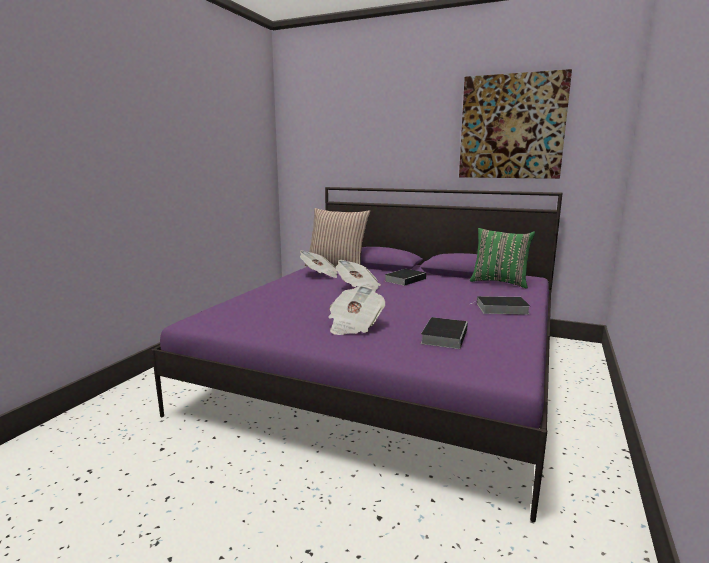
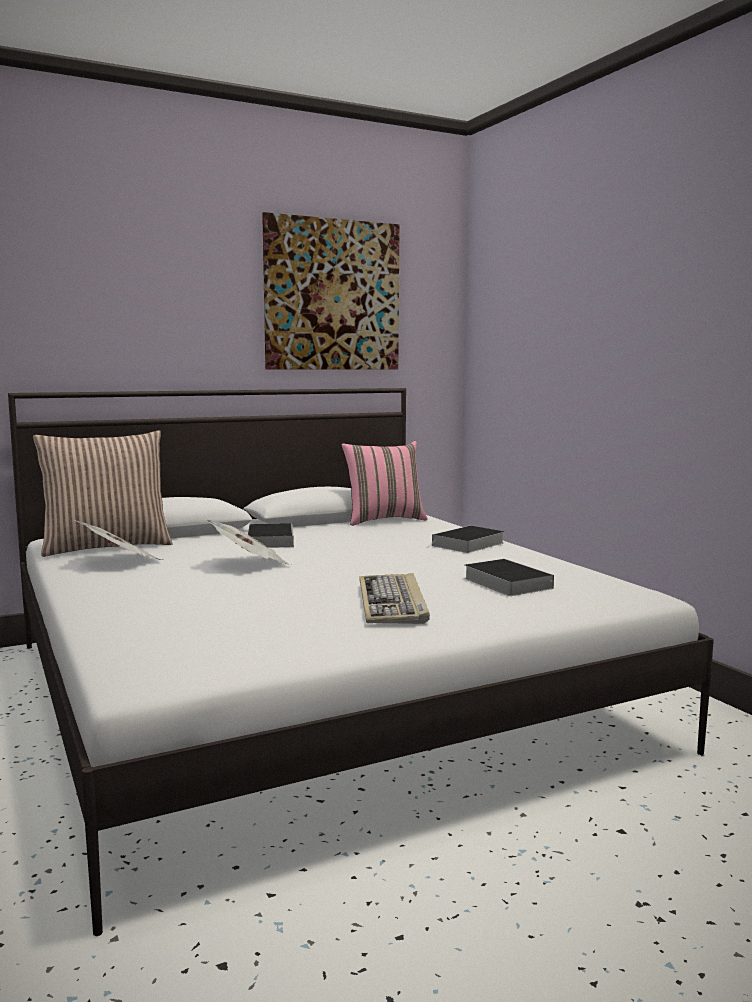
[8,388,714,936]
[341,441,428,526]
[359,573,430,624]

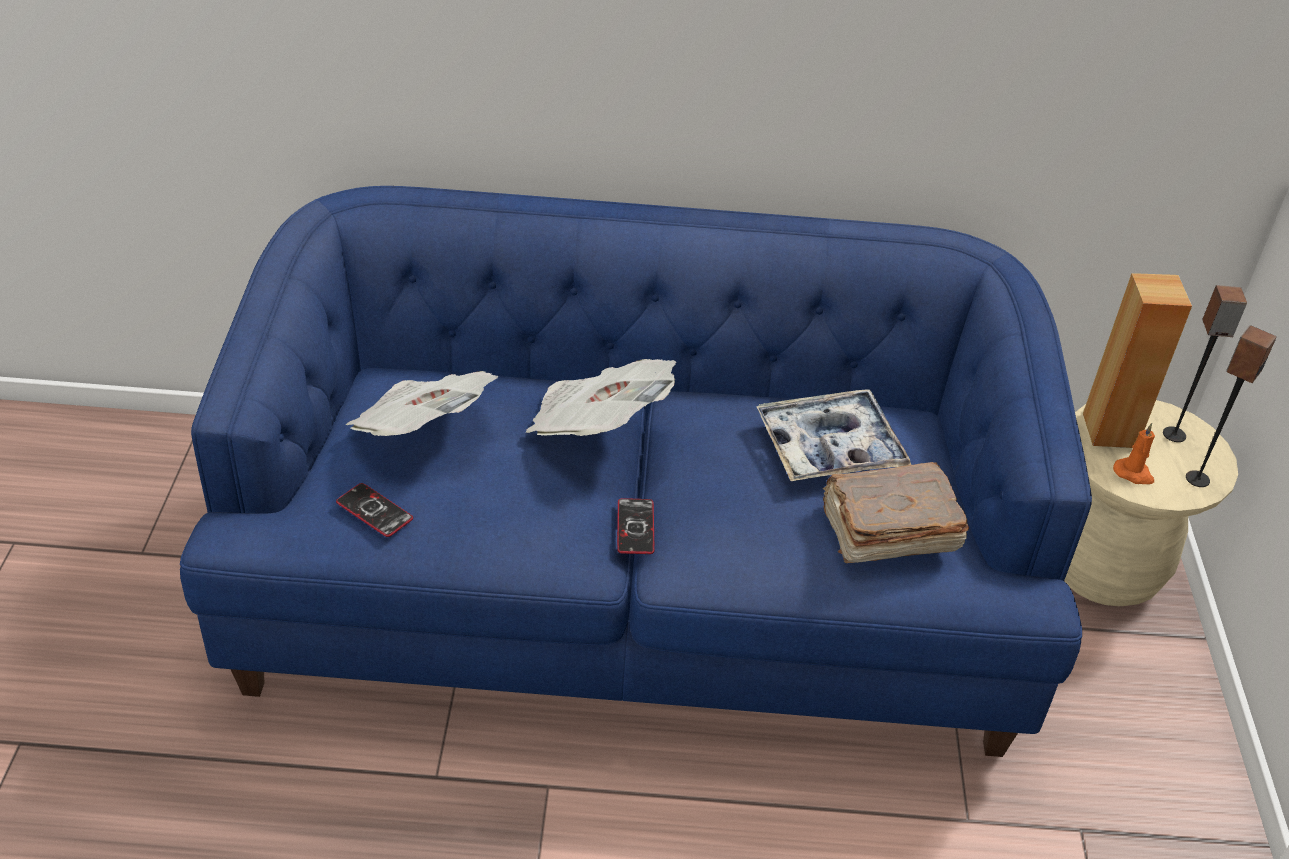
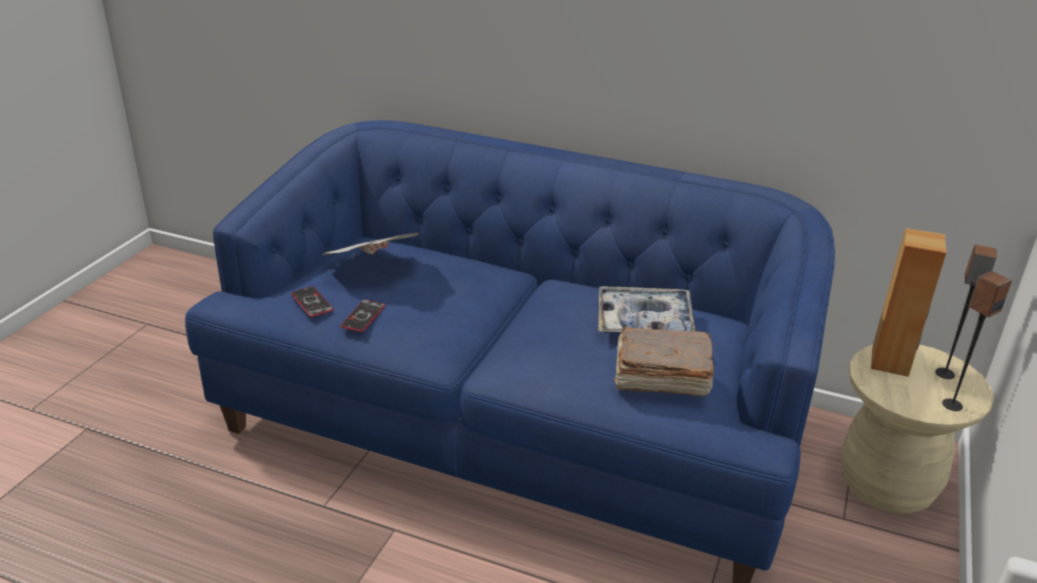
[340,300,385,332]
[525,359,677,436] (first image)
[1113,423,1155,484] (first image)

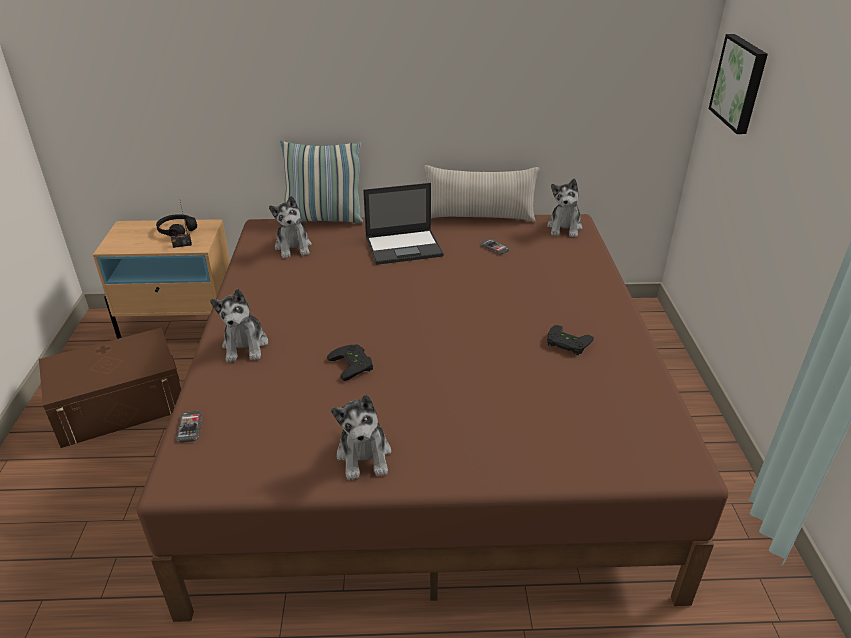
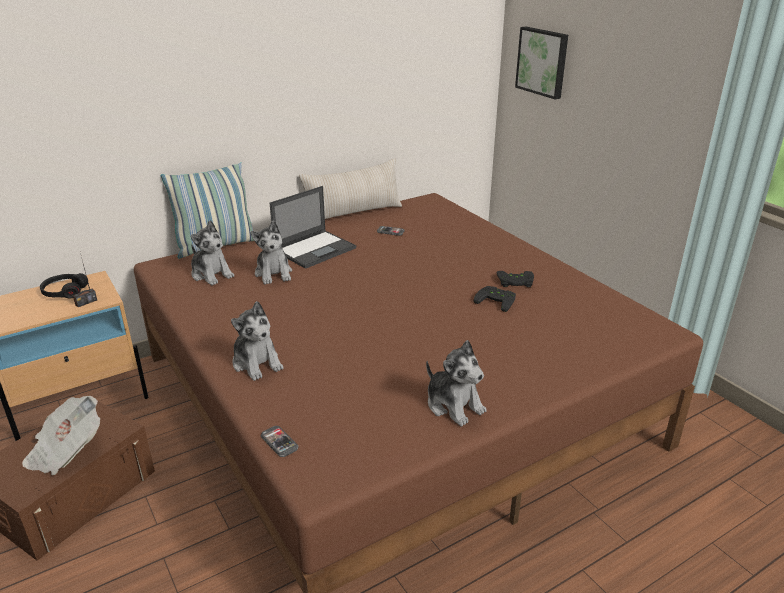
[22,396,100,475]
[250,221,292,285]
[474,286,516,312]

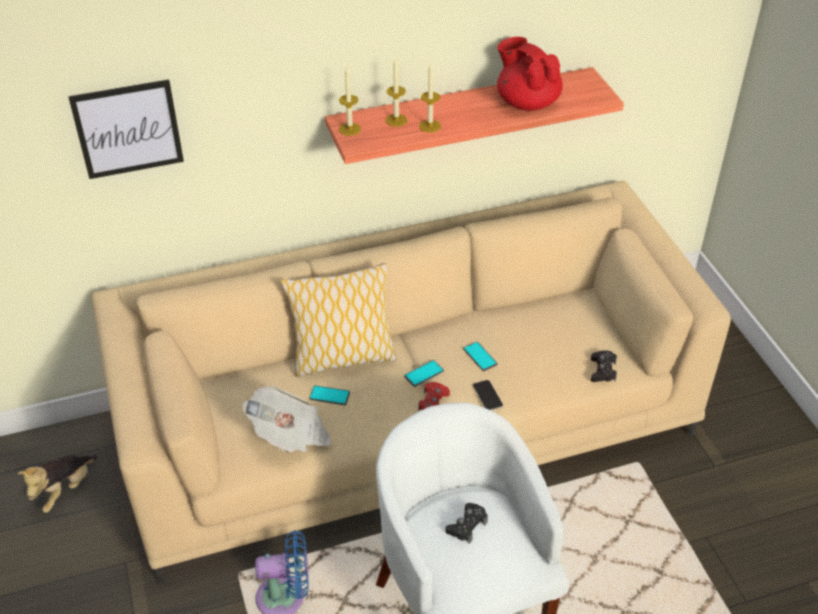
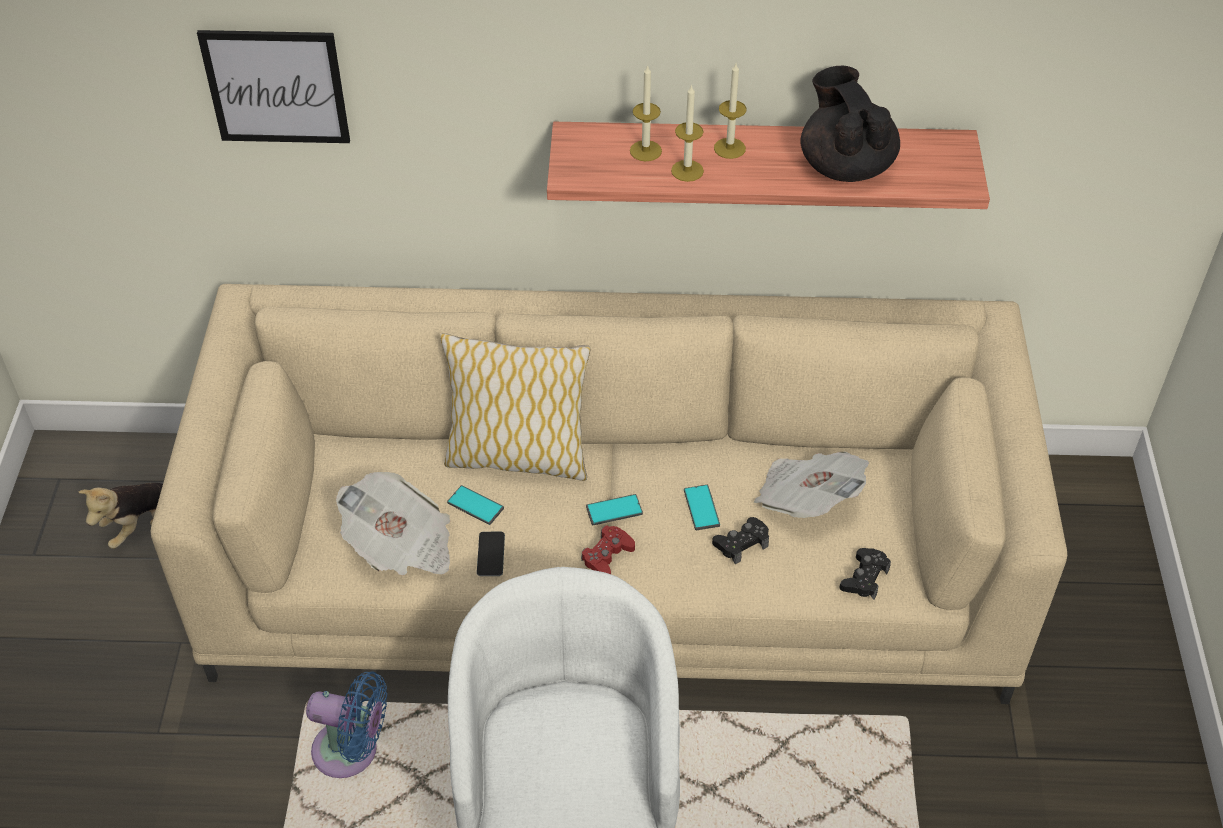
[477,532,505,576]
[712,517,769,564]
[714,63,747,159]
[754,452,869,518]
[801,65,900,182]

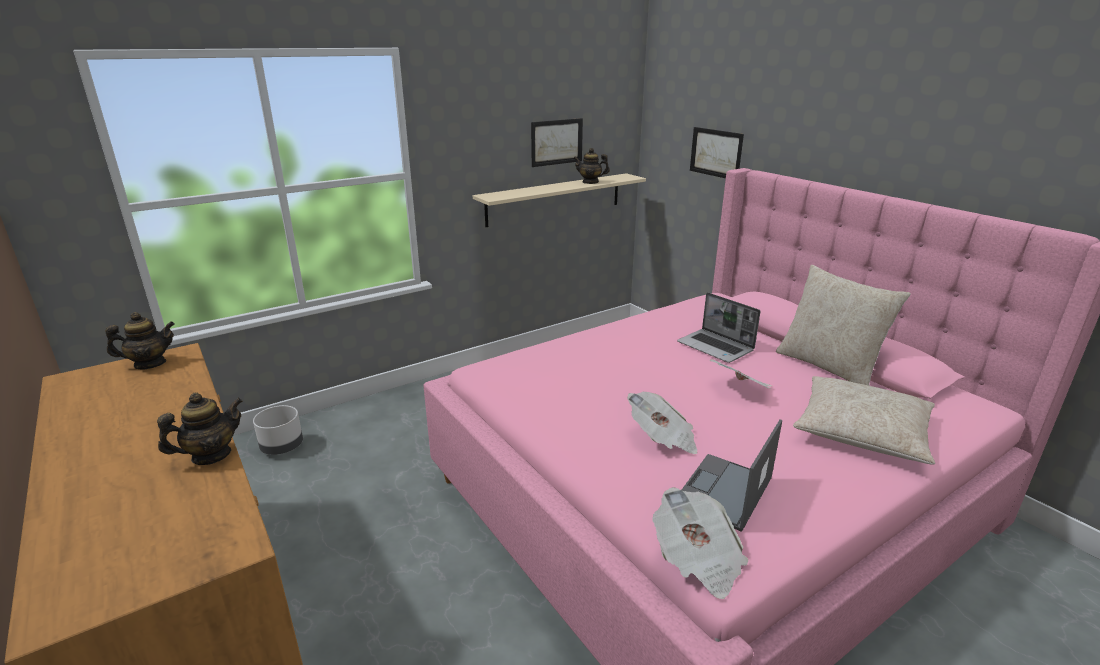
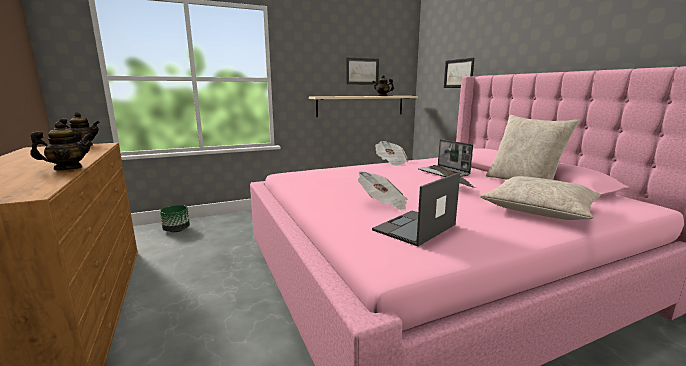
[160,205,190,232]
[375,141,408,166]

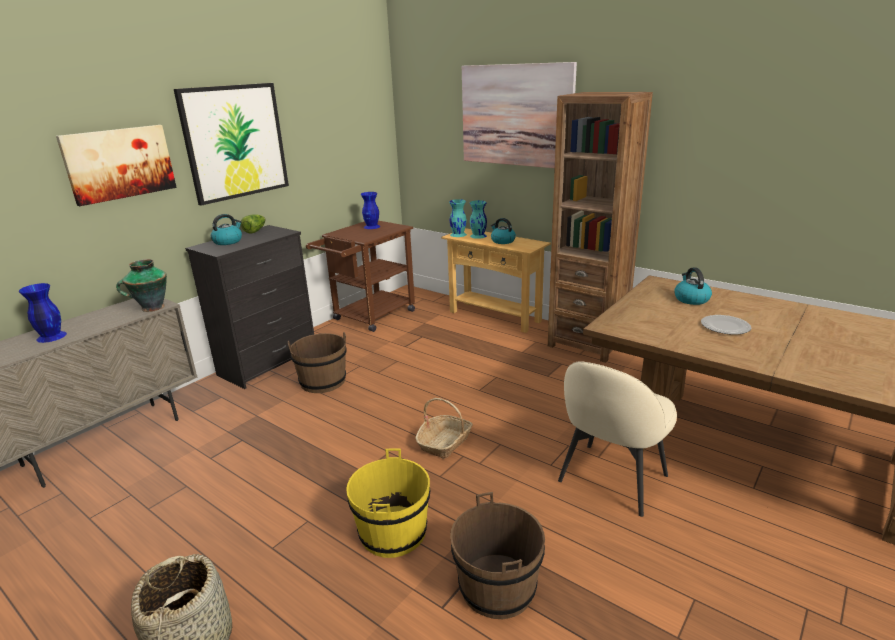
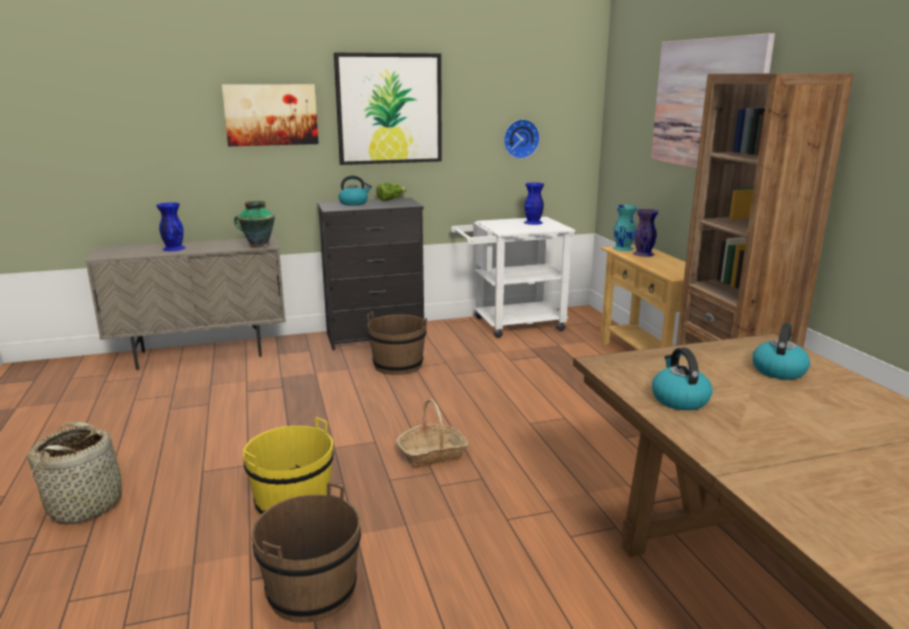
[451,217,575,338]
[504,119,540,159]
[633,209,659,257]
[652,347,712,410]
[558,361,677,517] (first image)
[701,315,751,335] (first image)

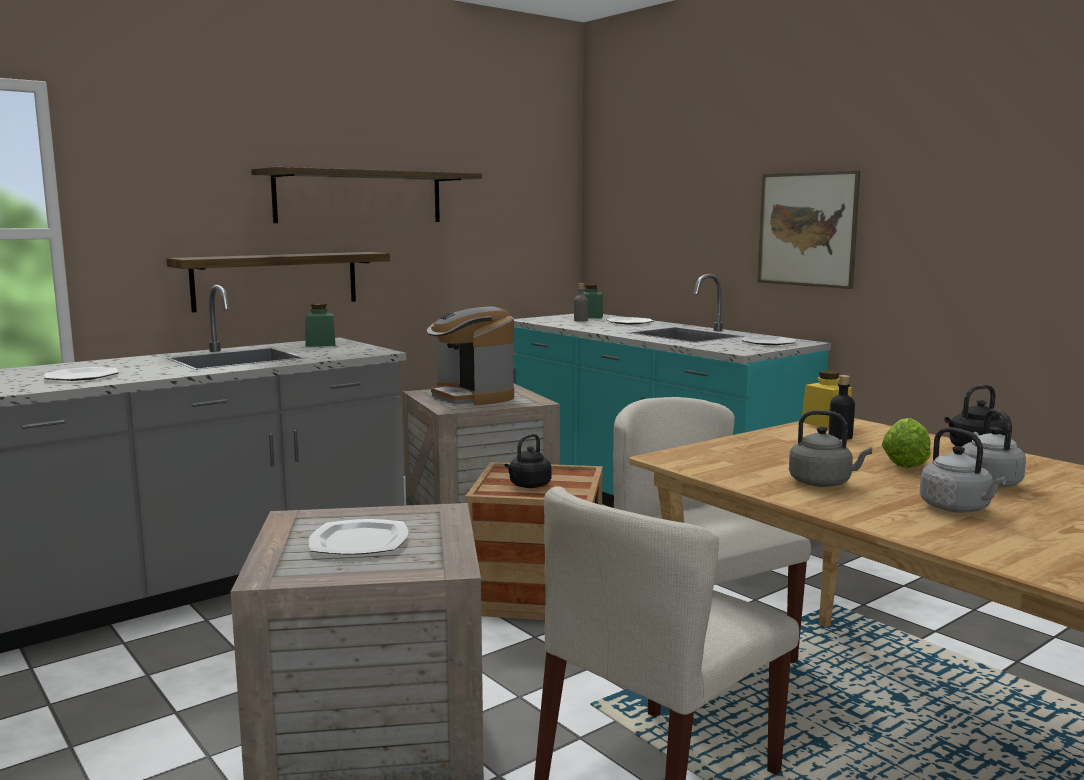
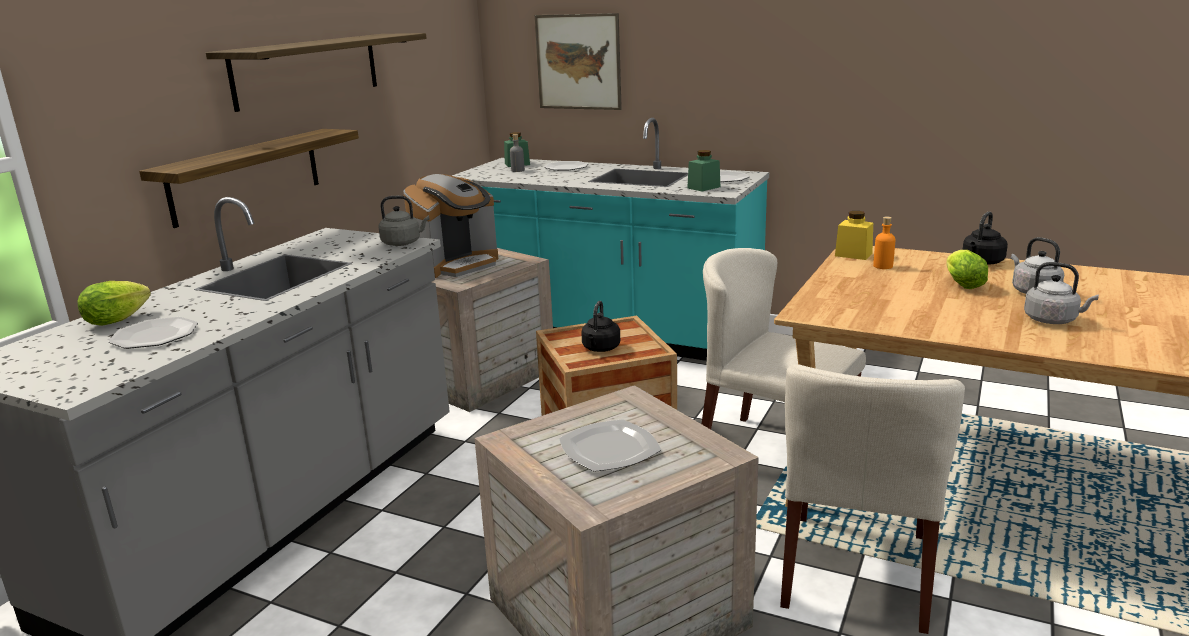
[78,281,151,326]
[378,196,429,246]
[403,174,498,278]
[535,13,622,110]
[687,150,720,191]
[873,216,896,269]

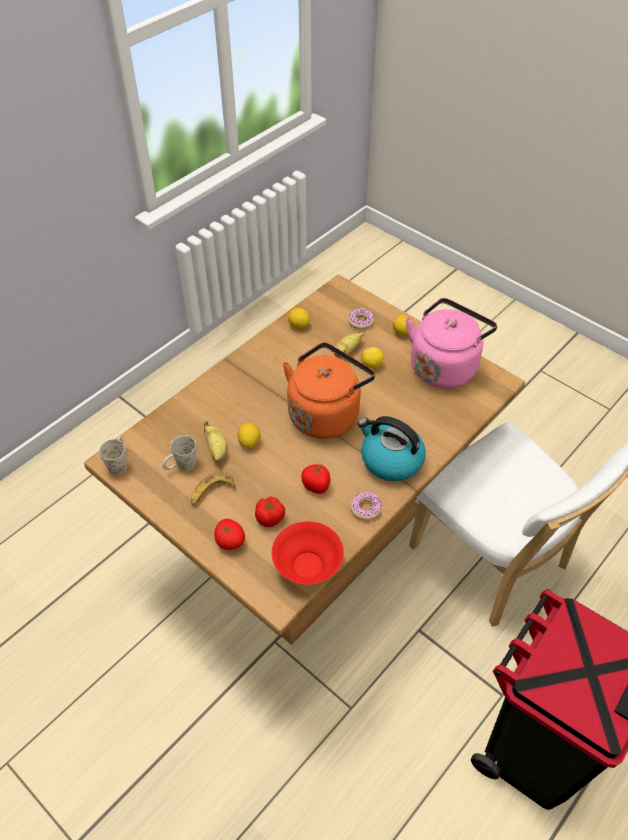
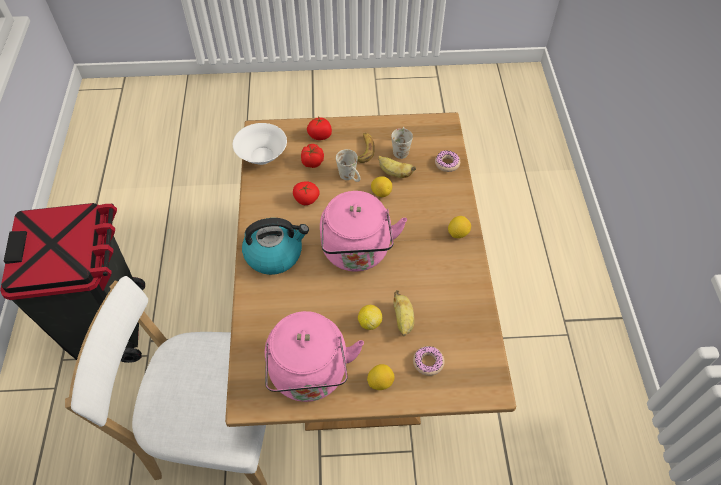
[233,123,287,165]
[320,191,407,272]
[336,149,360,182]
[435,150,460,172]
[448,216,471,238]

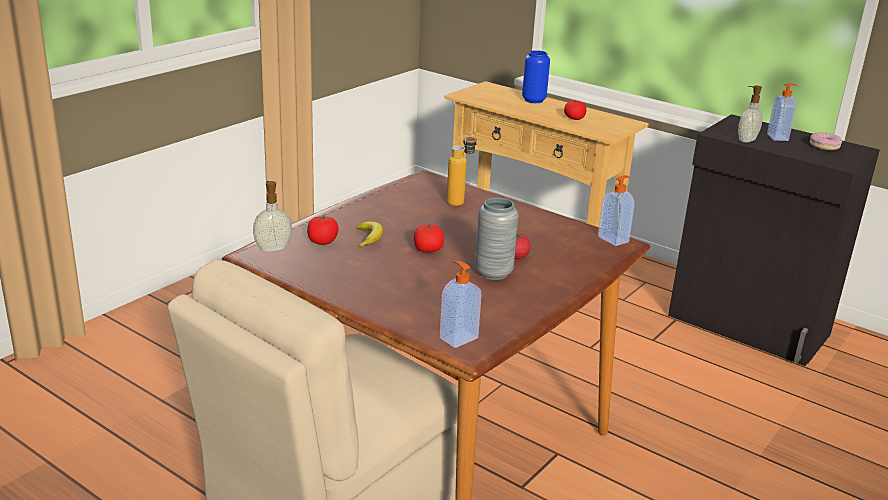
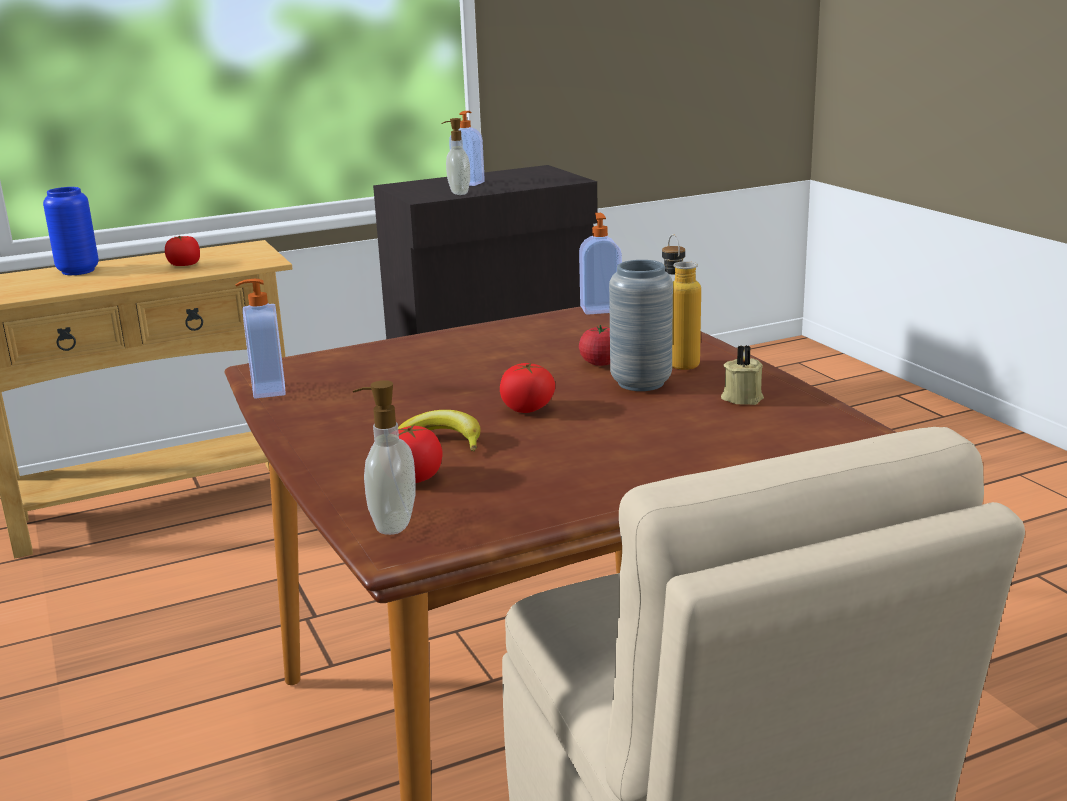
[236,279,286,399]
[662,234,701,370]
[721,345,764,405]
[810,132,842,150] (first image)

